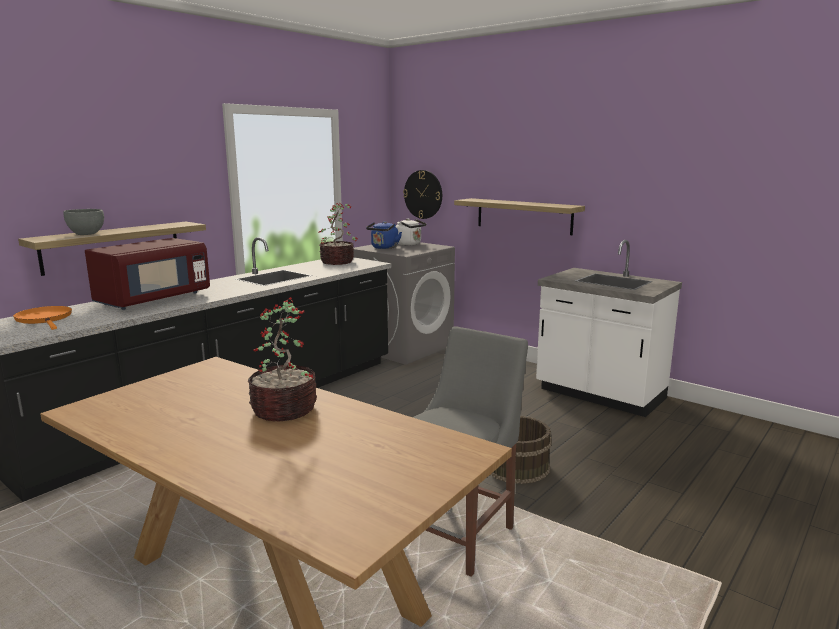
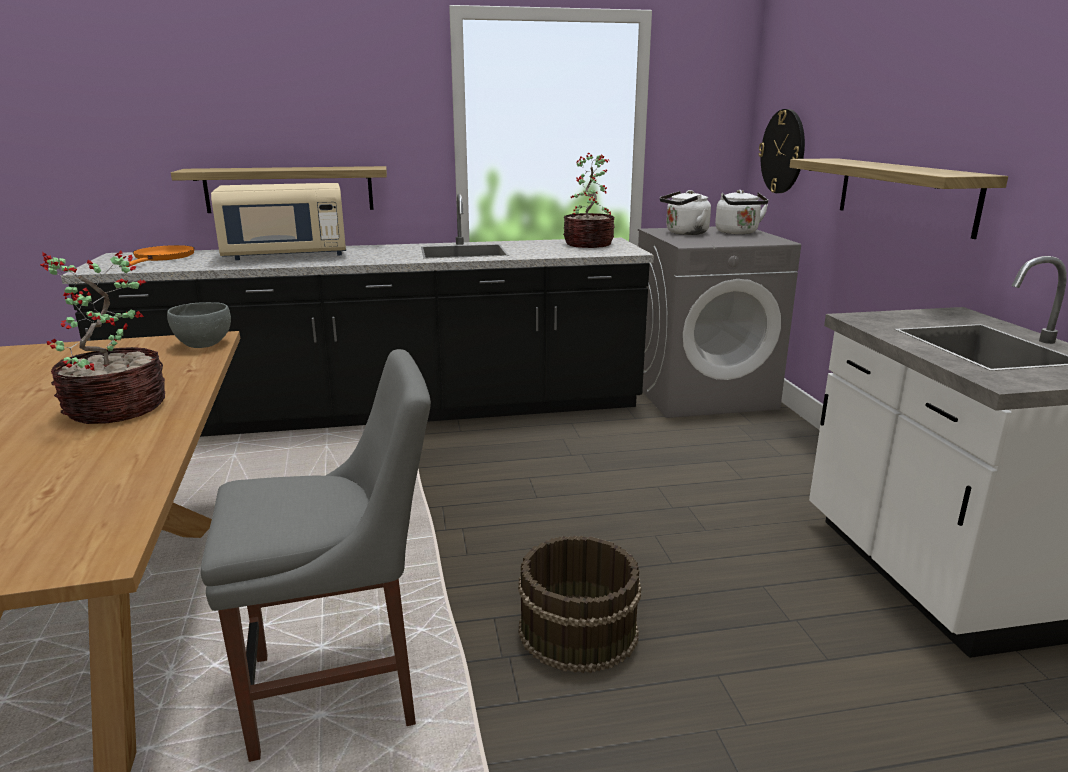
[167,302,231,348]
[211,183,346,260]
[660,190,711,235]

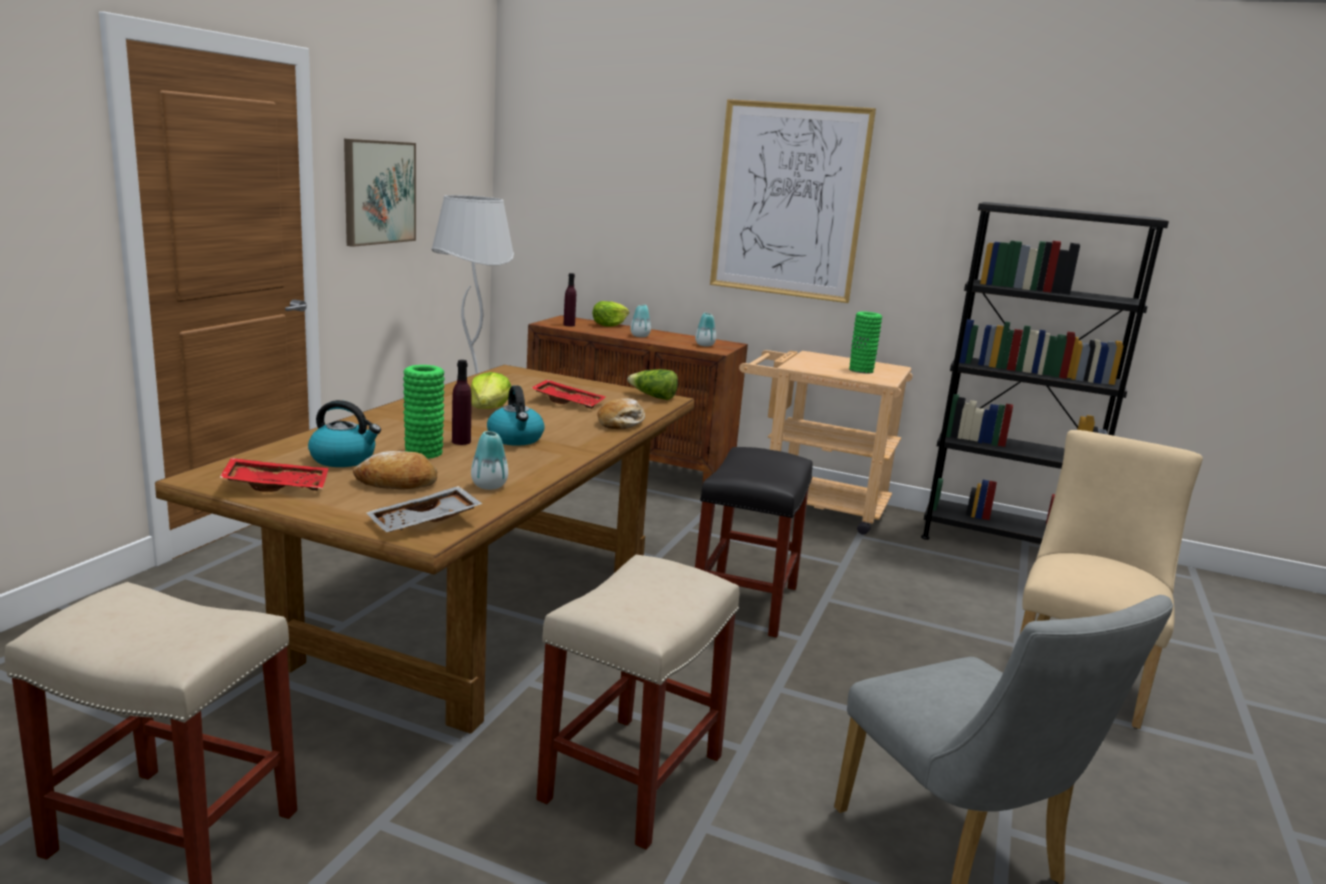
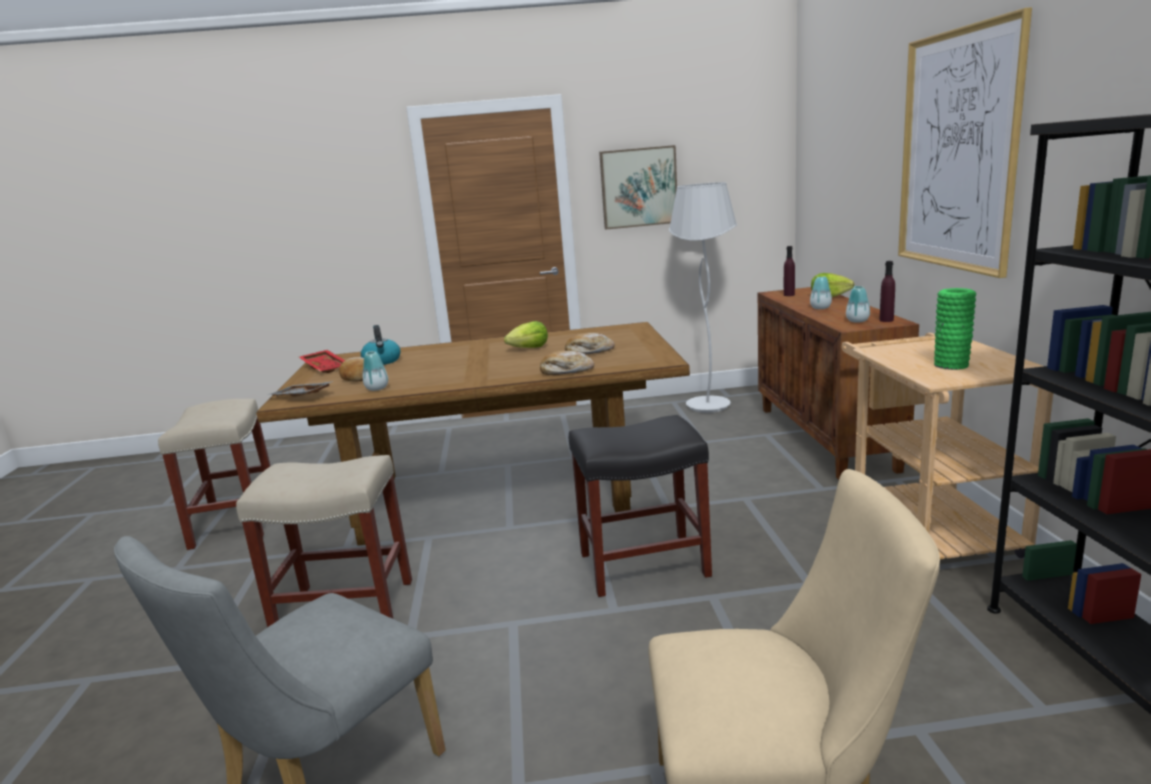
[565,333,615,354]
[879,261,895,322]
[403,365,444,459] (first image)
[487,386,544,446] (first image)
[628,369,678,400] (first image)

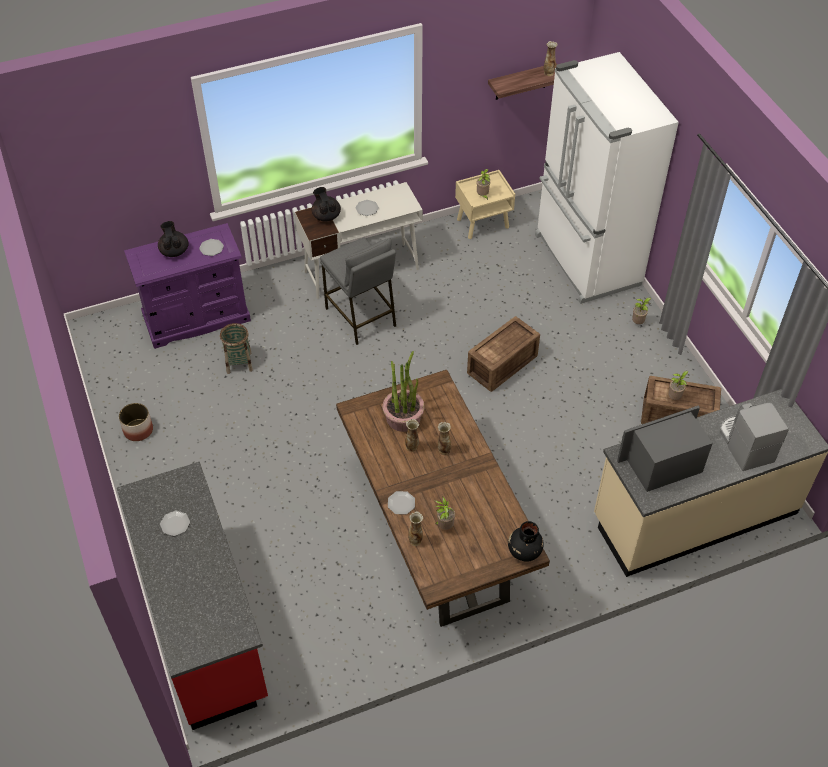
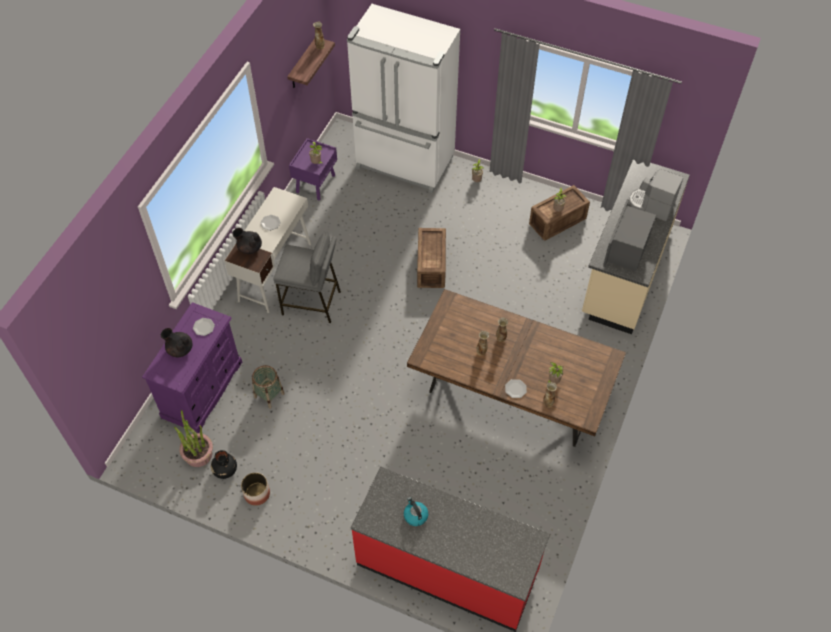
[174,410,213,467]
[211,450,237,479]
[289,138,337,200]
[404,497,428,526]

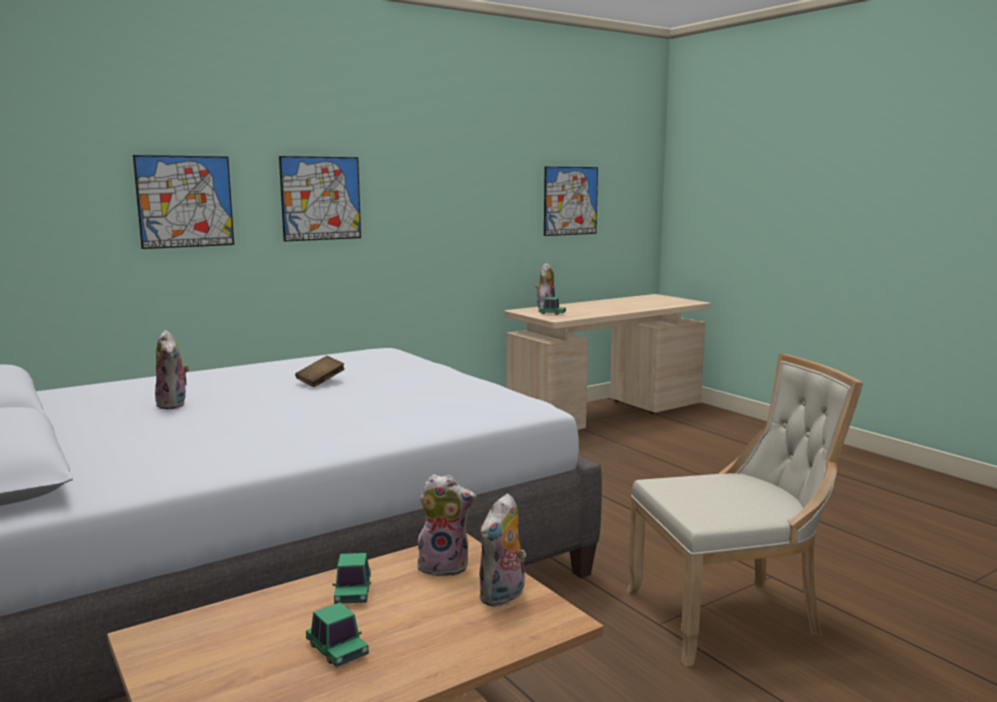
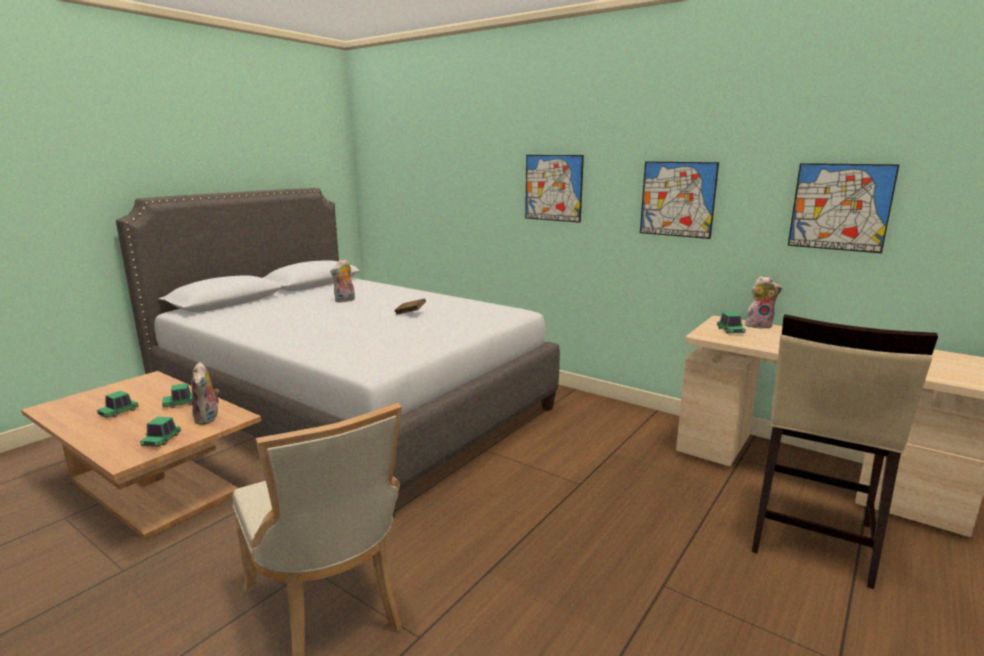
[140,417,181,447]
[640,162,719,239]
[752,314,938,589]

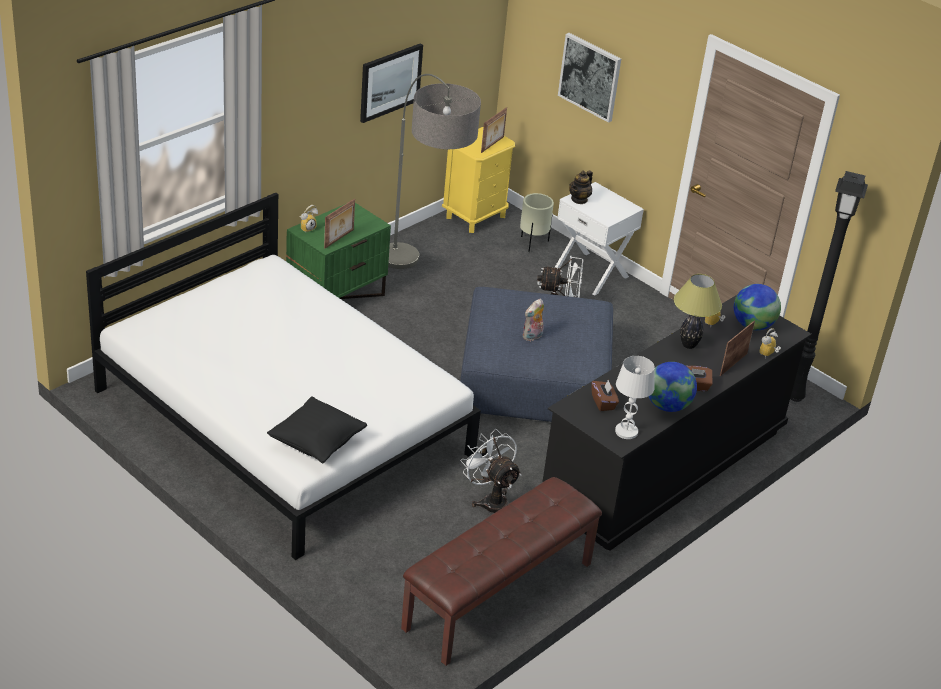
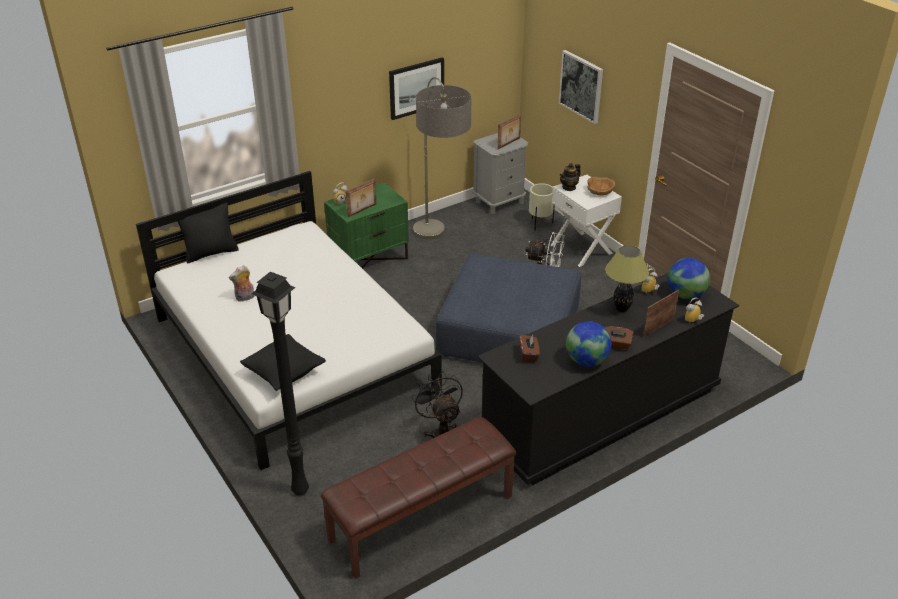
[177,203,239,264]
[229,265,254,302]
[252,272,309,496]
[411,371,463,438]
[472,133,528,214]
[587,177,615,196]
[615,356,655,439] (first image)

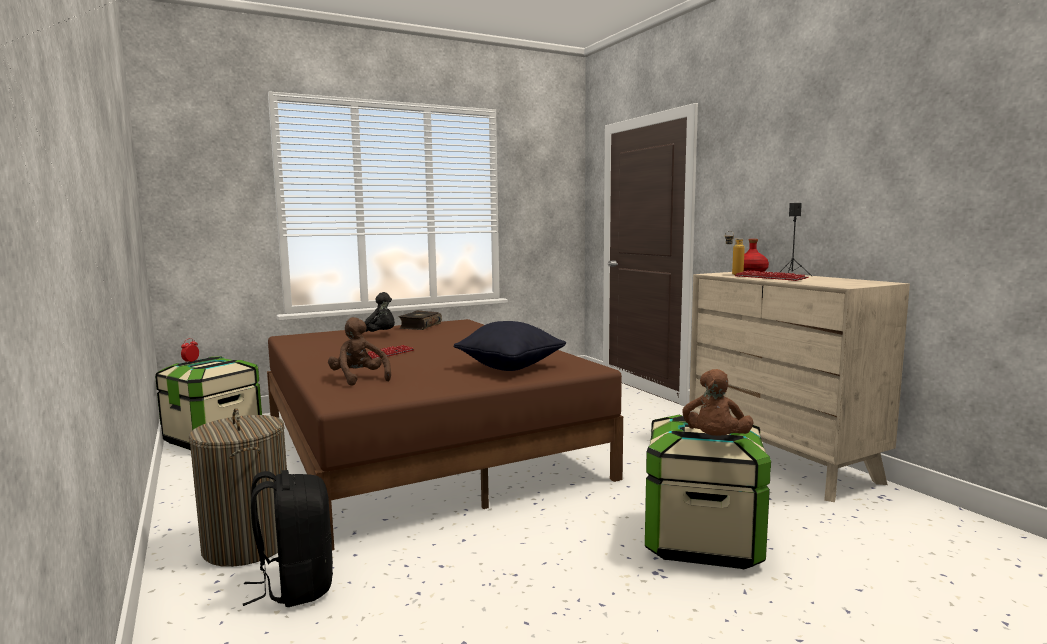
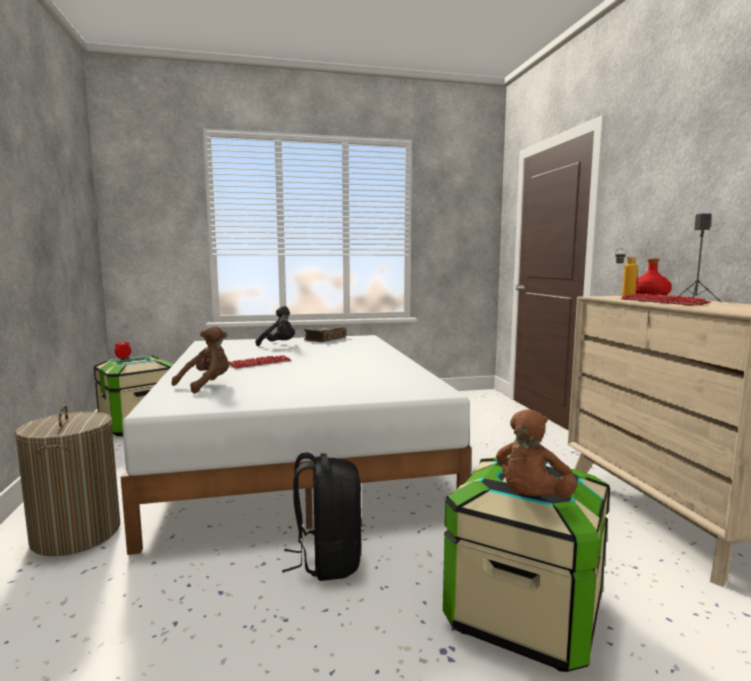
[121,335,471,555]
[171,326,229,394]
[282,452,362,581]
[453,321,566,371] (first image)

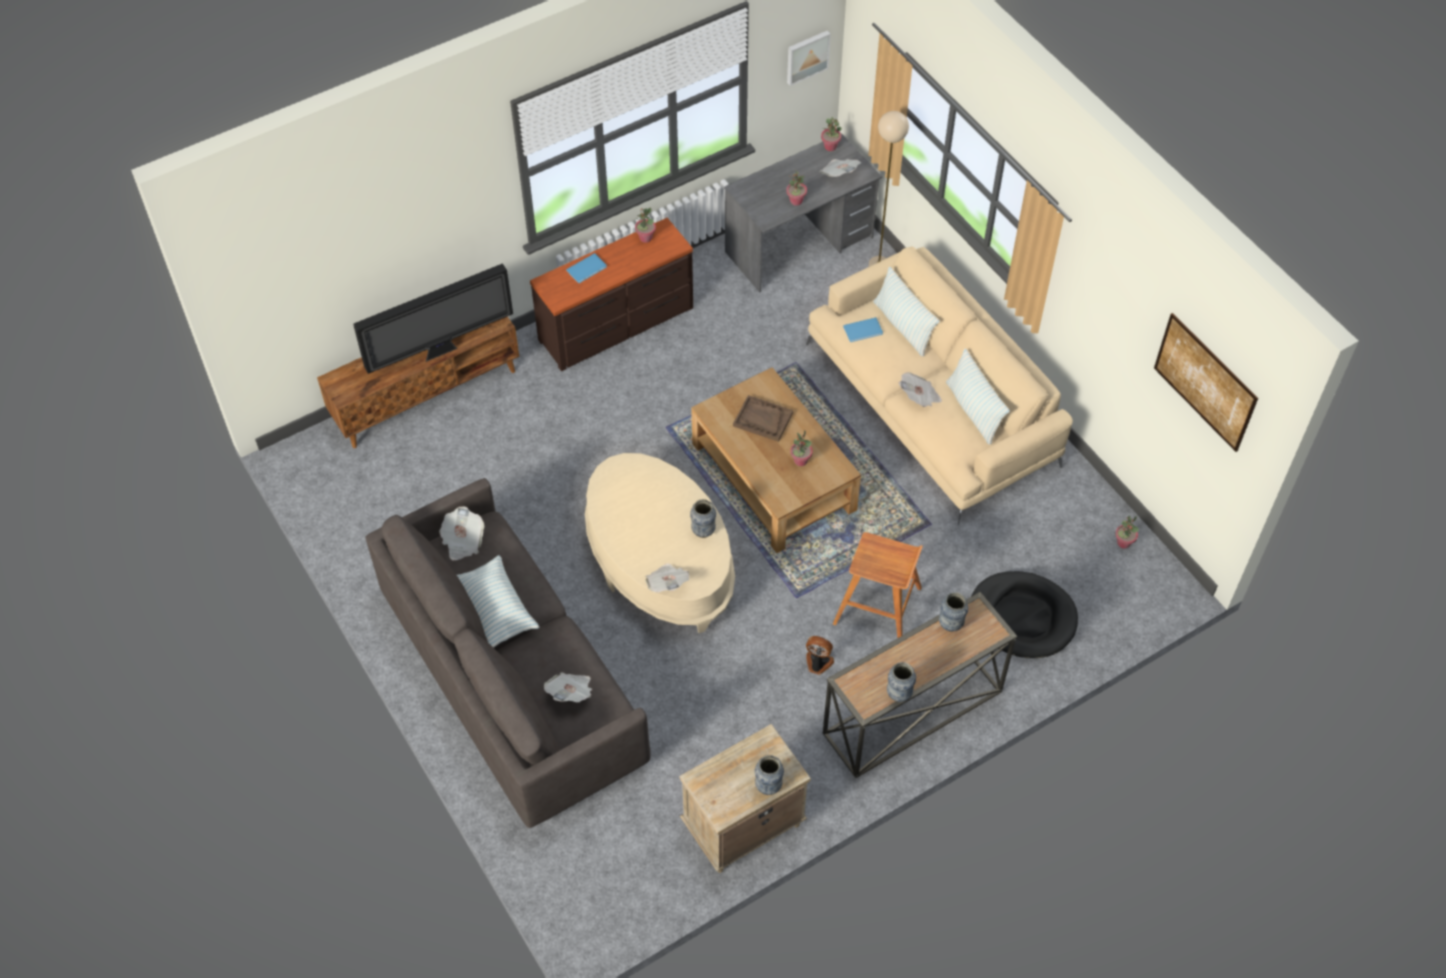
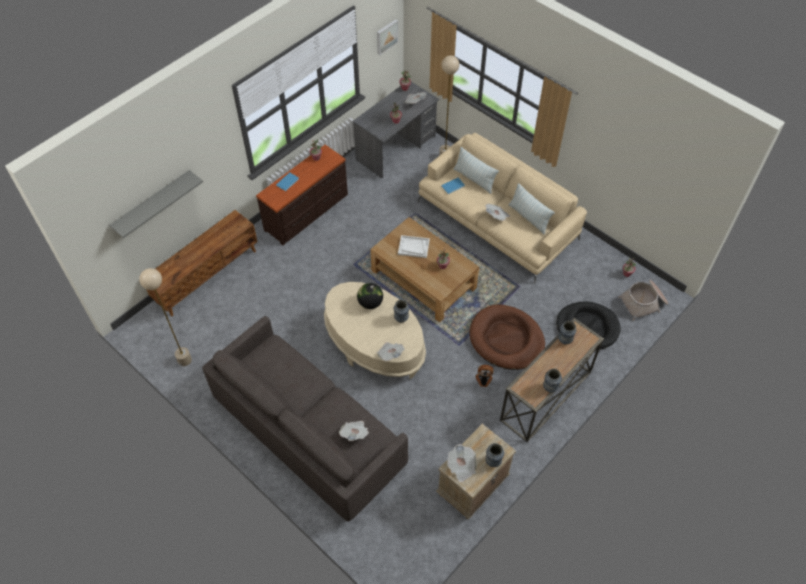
[109,170,203,238]
[139,268,192,366]
[357,283,383,309]
[398,235,430,258]
[447,444,477,482]
[470,305,545,370]
[618,280,668,321]
[353,263,513,374] (first image)
[457,555,539,648] (first image)
[1154,313,1258,452] (first image)

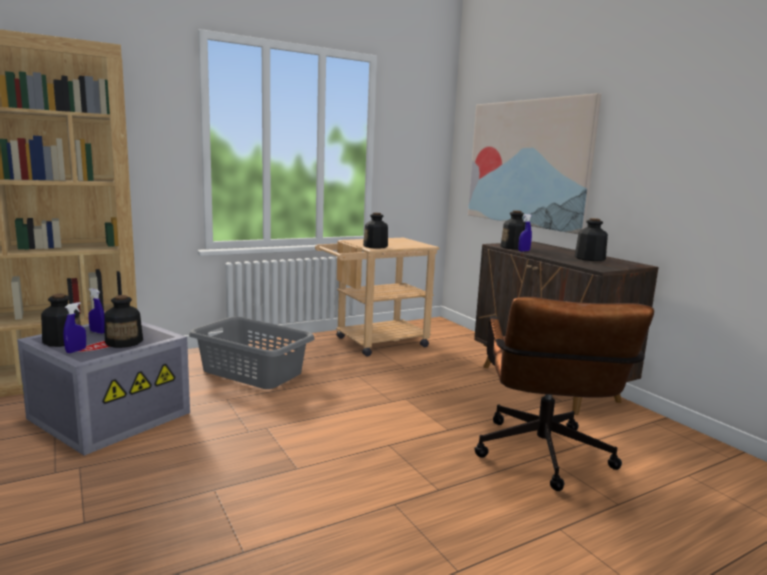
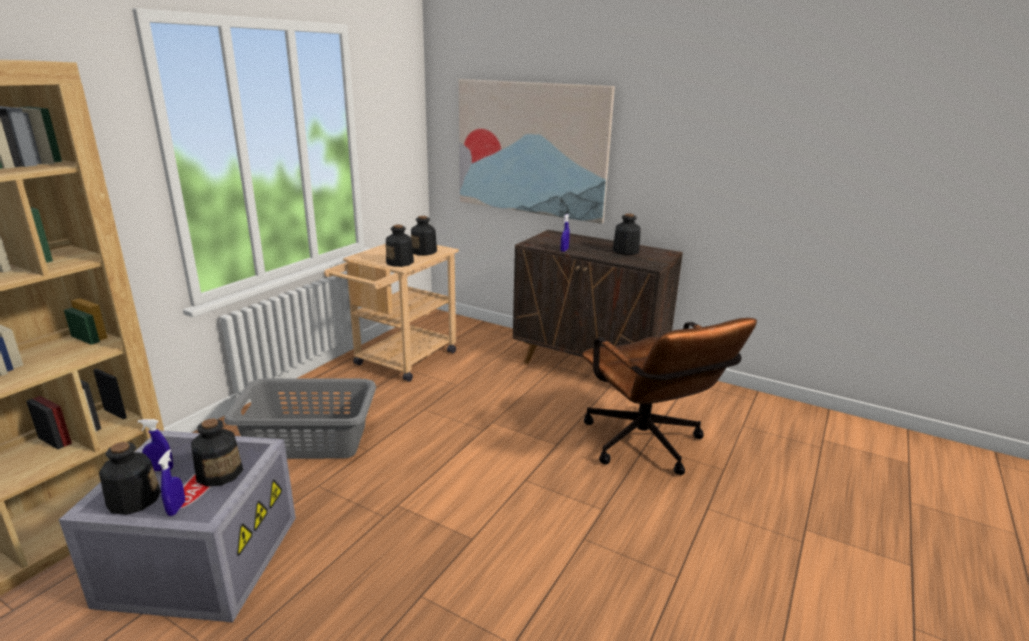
[411,216,437,255]

